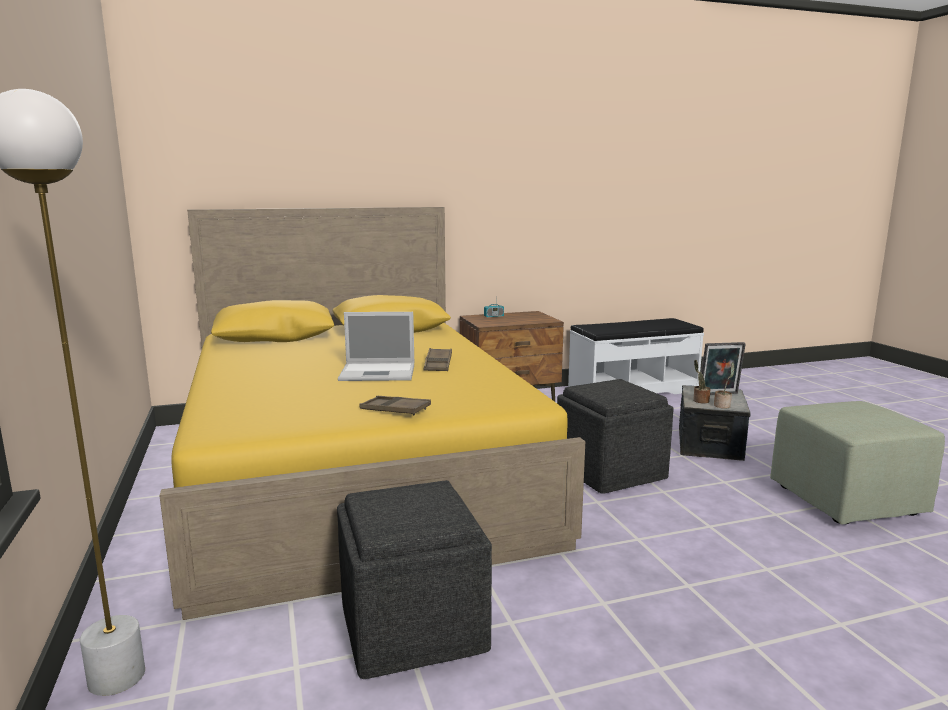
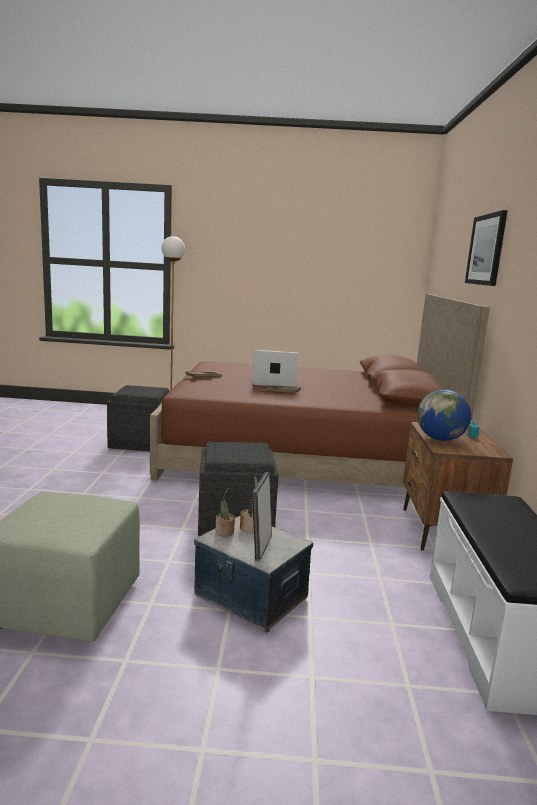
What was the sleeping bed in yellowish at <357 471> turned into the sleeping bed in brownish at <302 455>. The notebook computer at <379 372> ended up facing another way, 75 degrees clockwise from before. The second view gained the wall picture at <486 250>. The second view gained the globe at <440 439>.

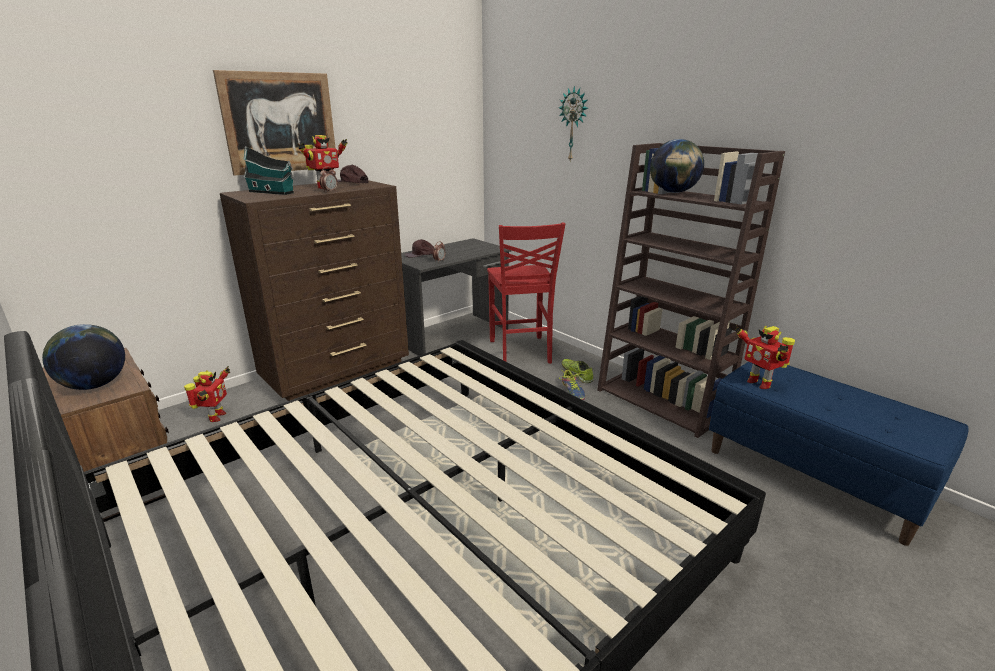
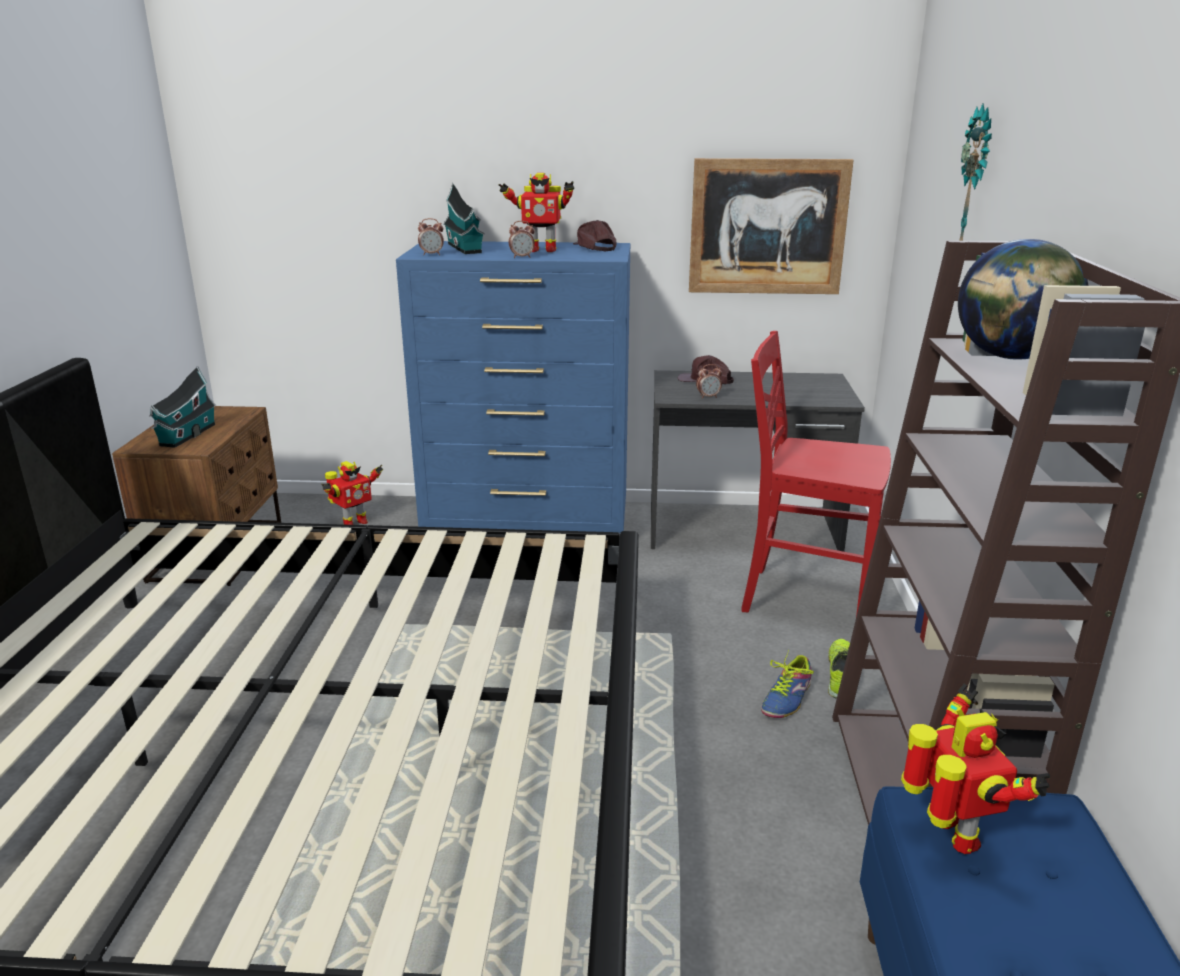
The wall picture ended up elsewhere, having gone from <280 123> to <767 227>. What was the dresser in brownish at <338 372> turned into the dresser in blue-coloured at <528 523>. The chair in red at <521 352> ended up facing another way, 75 degrees clockwise from before. Where the globe stood at <94 385>, the miniature house came to stand at <186 436>. The toy robot at <759 383> ended up facing another way, 150 degrees clockwise from before. The second view gained the bedside clock at <432 254>.

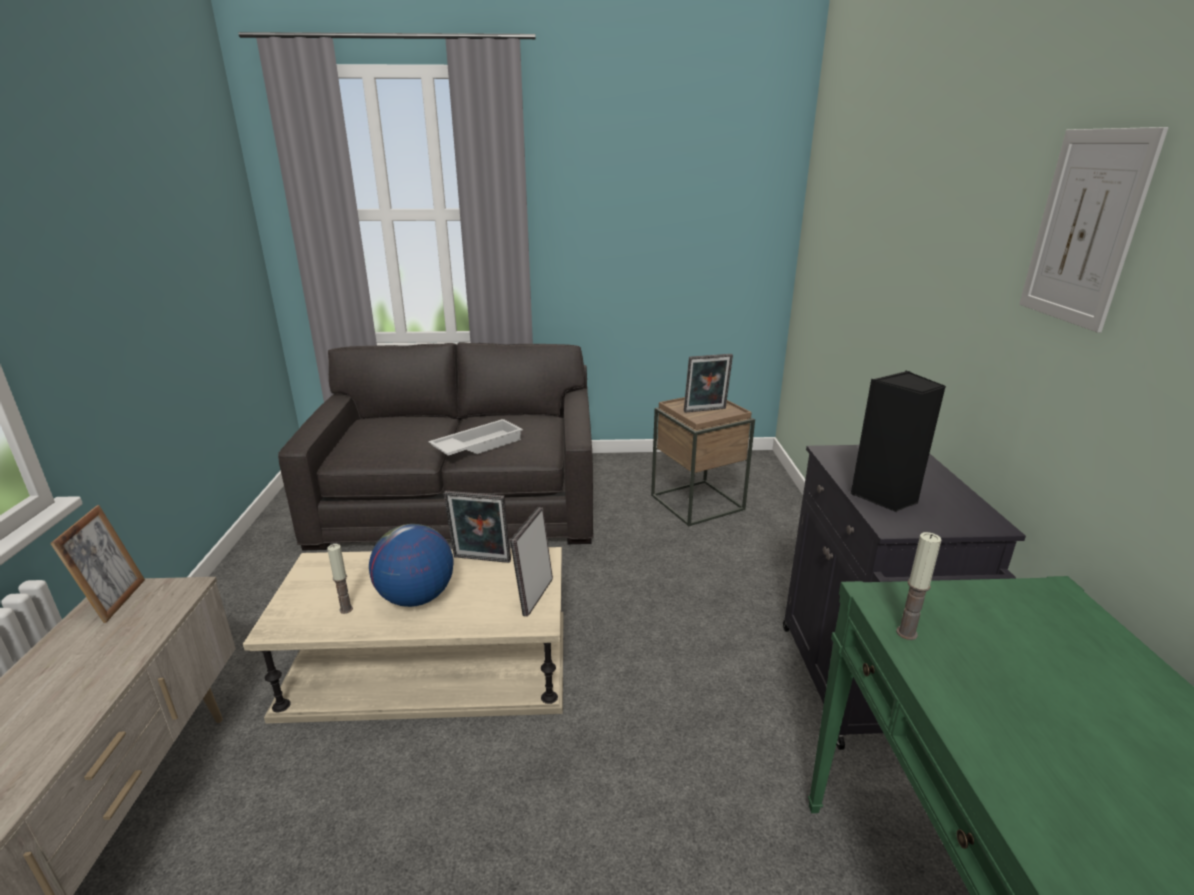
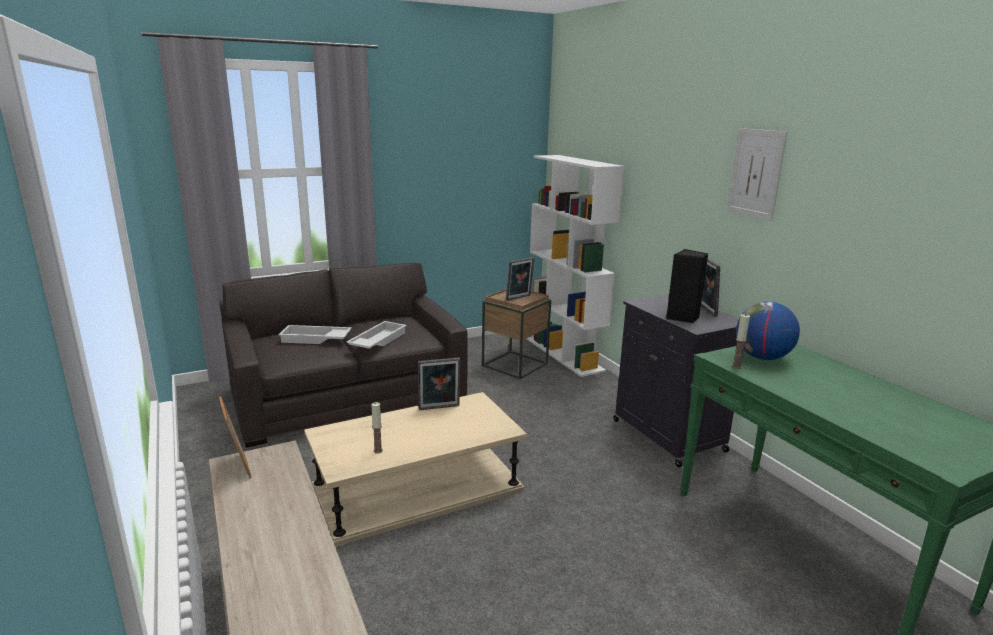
The standing frame ended up elsewhere, having gone from <534 596> to <705 310>. The globe ended up elsewhere, having gone from <416 597> to <762 357>. The second view gained the bookshelf in white at <564 354>. The second view gained the serving tray in white at <315 339>.

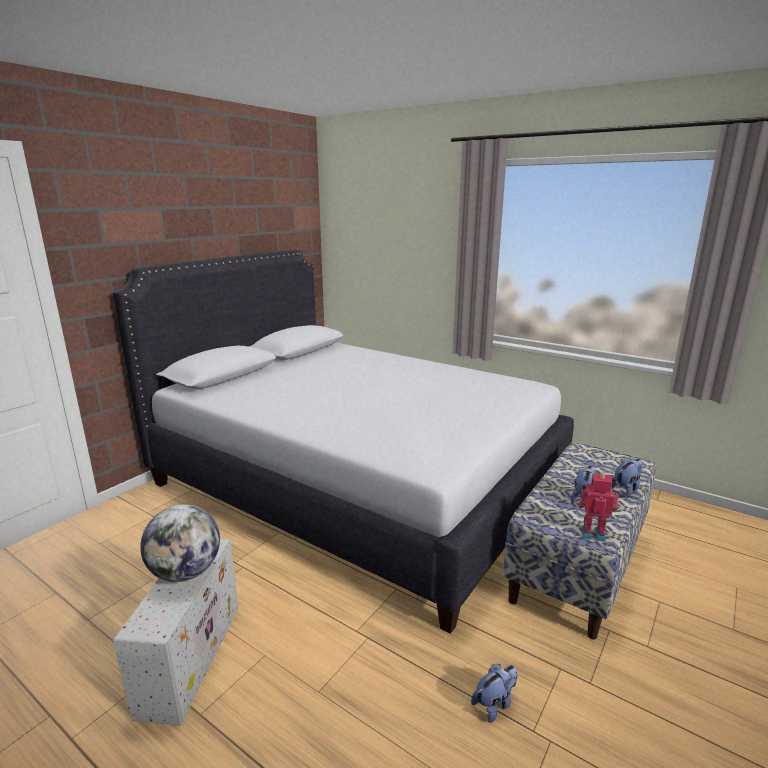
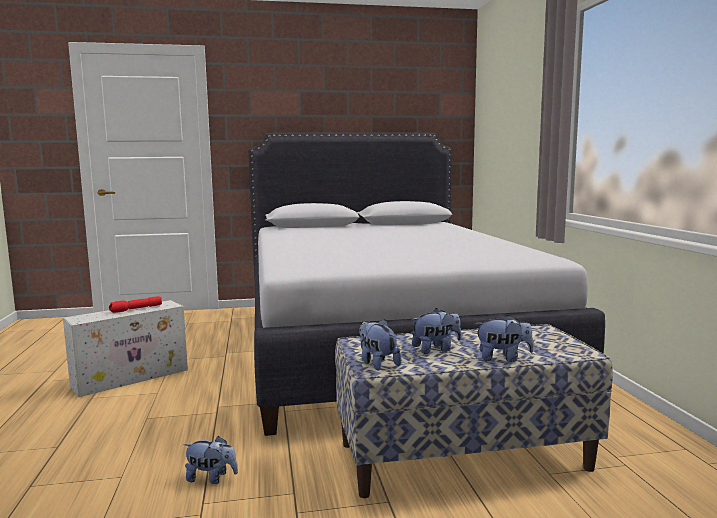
Where the toy robot stood at <592 533>, the soft toy came to stand at <377 363>. Where the globe stood at <186 572>, the hand torch in red came to stand at <136 309>.

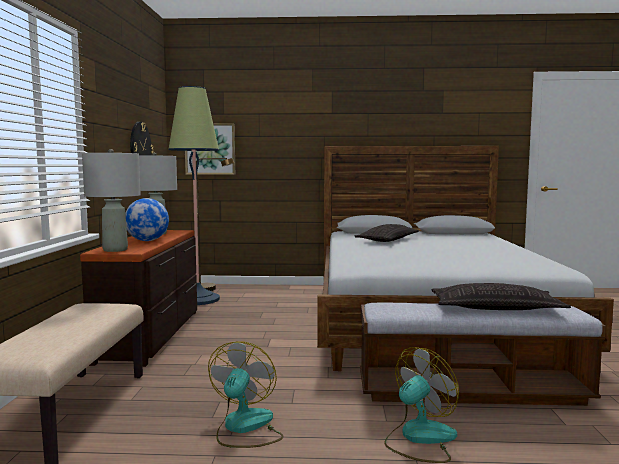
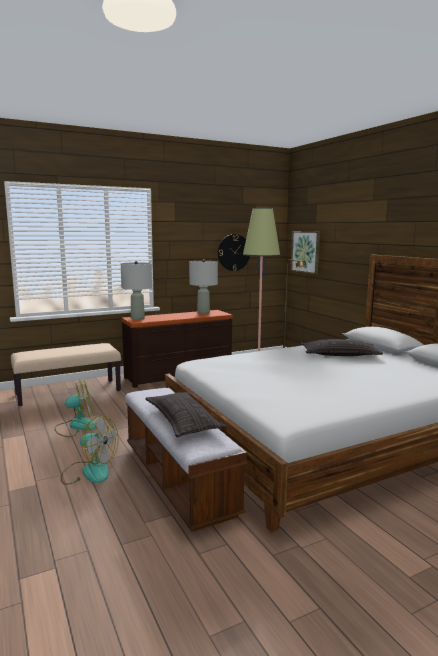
The second view lost the globe at <147 241>.

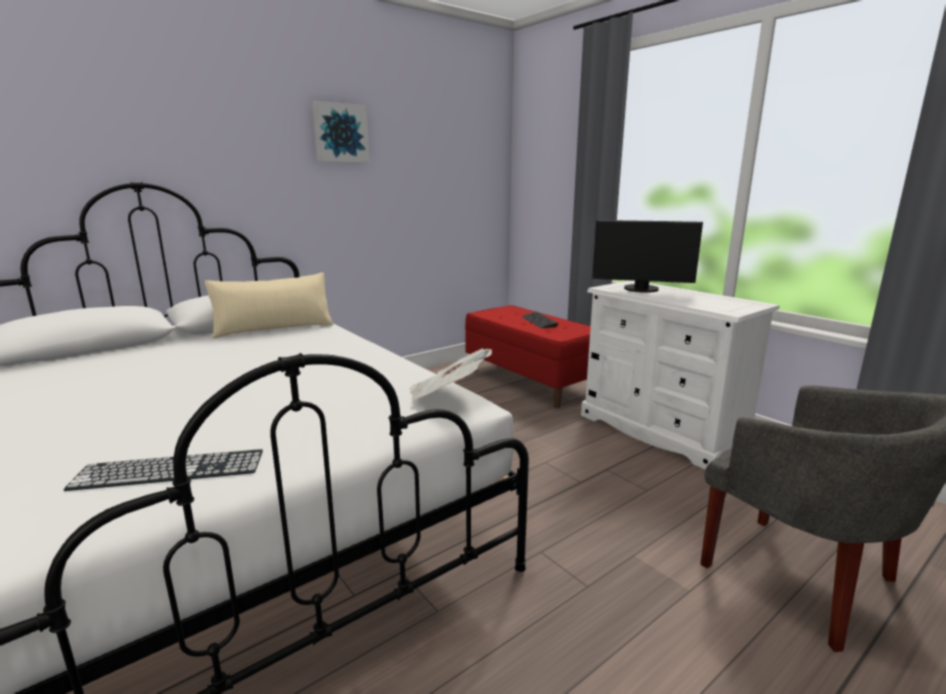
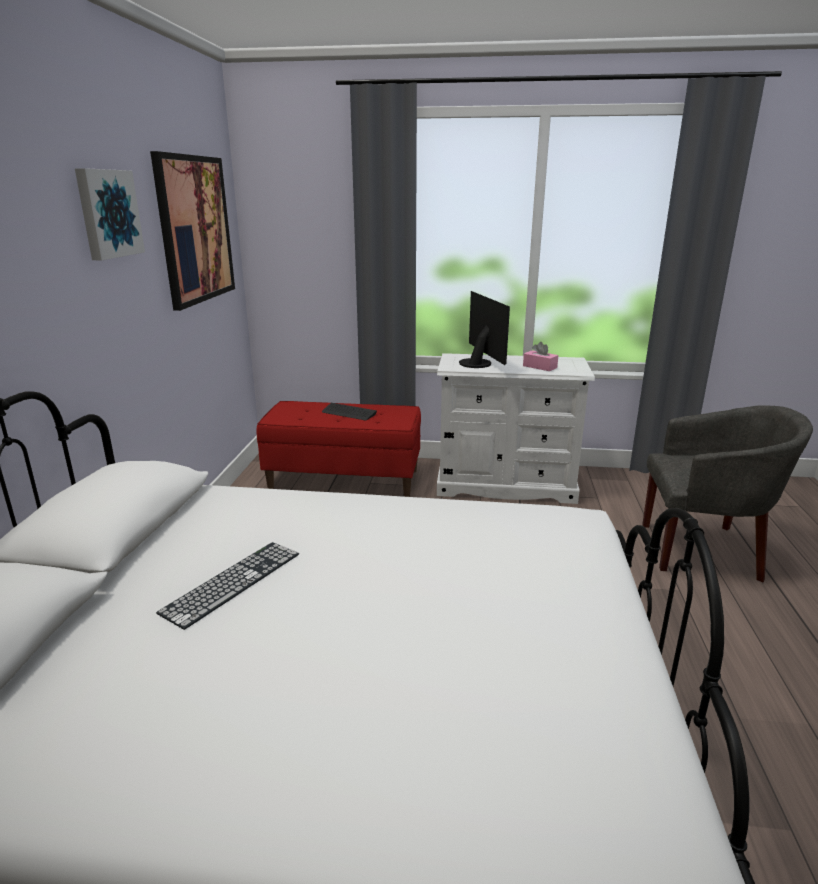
The computer display at <641 290> ended up facing another way, 75 degrees counterclockwise from before. The second view lost the throw pillow in beige-coloured at <274 328>. The second view lost the daily paper at <447 395>. The PC keyboard ended up elsewhere, having gone from <170 469> to <233 582>. The second view gained the wall picture at <195 229>. The second view gained the tissue holder in pink at <539 367>.

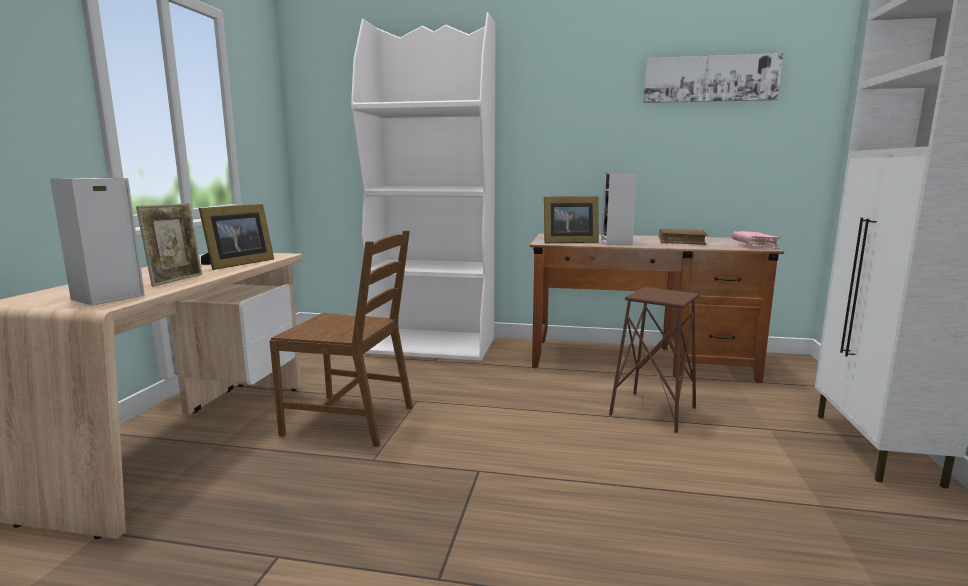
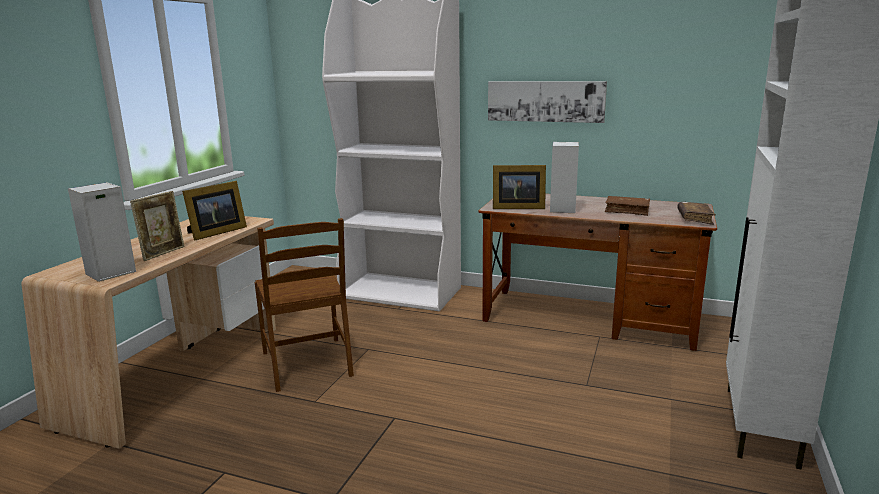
The wall picture ended up elsewhere, having gone from <710 79> to <545 101>. The chair in brownish at <351 420> ended up facing another way, 45 degrees clockwise from before. What was the volume in pink at <754 246> turned into the volume in brownish at <694 219>. The second view lost the stool seat in brownish at <653 411>.

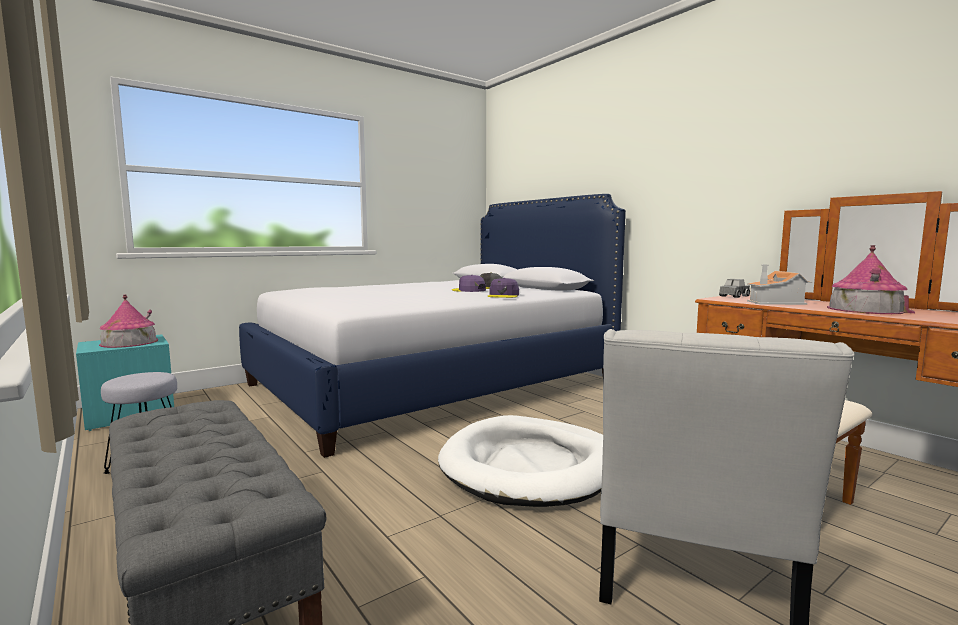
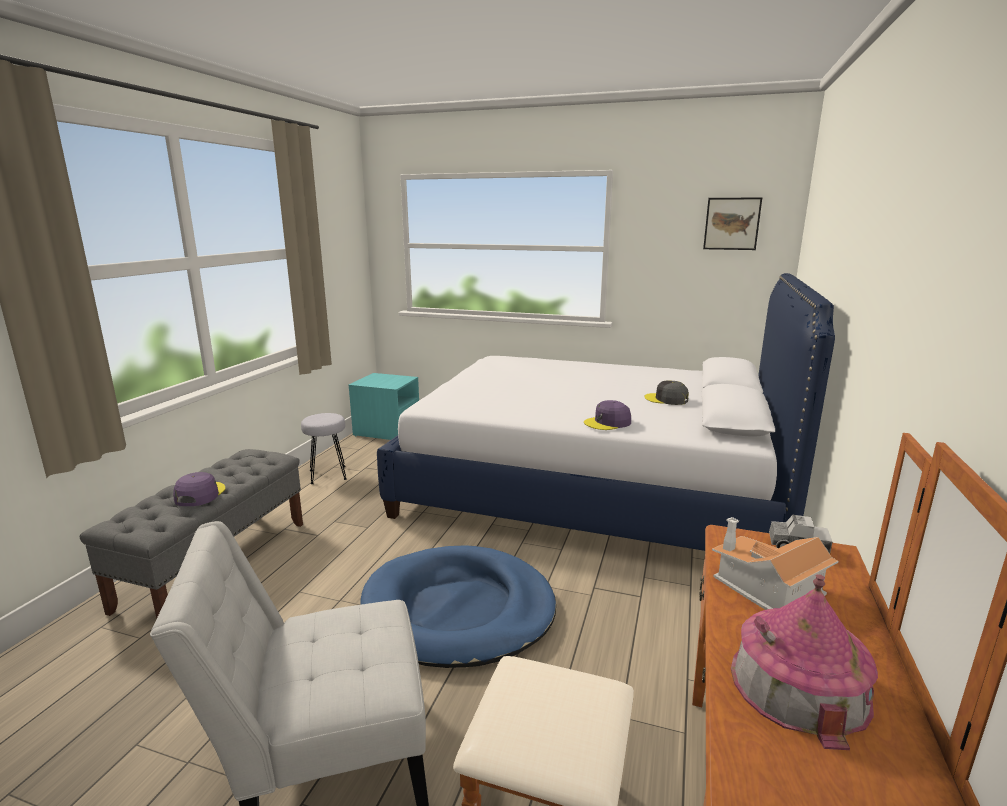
The baseball cap in purplish ended up elsewhere, having gone from <468 290> to <200 495>. The second view lost the miniature house at <129 342>. What was the dog cushion in white at <530 466> turned into the dog cushion in blue-coloured at <458 610>. The second view gained the wall picture at <732 223>.

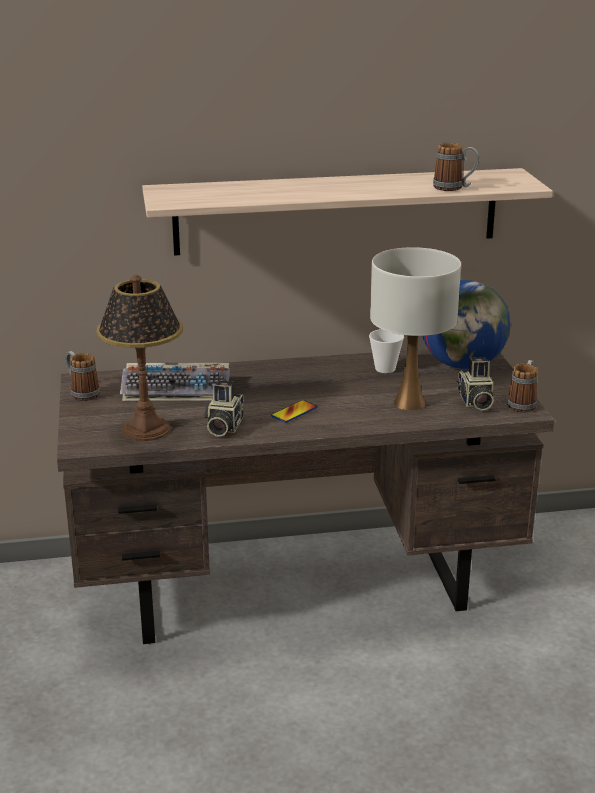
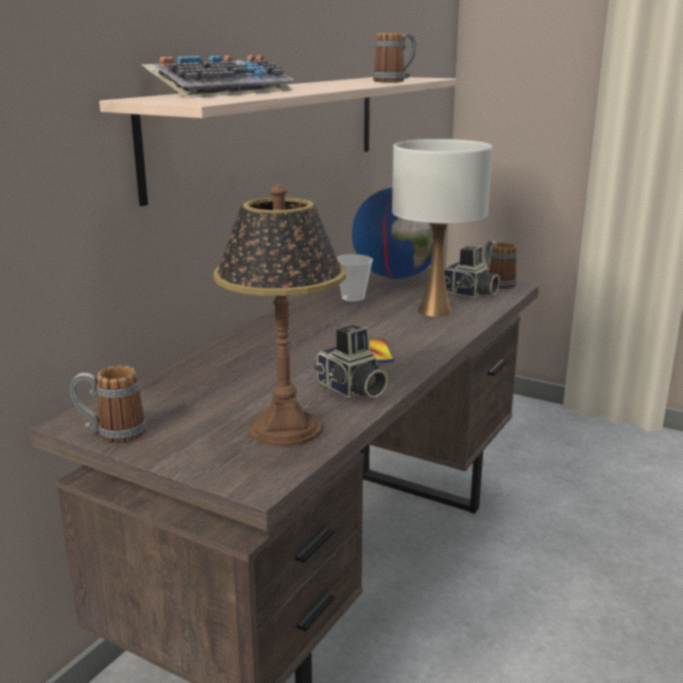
The PC keyboard ended up elsewhere, having gone from <178 390> to <222 92>.

